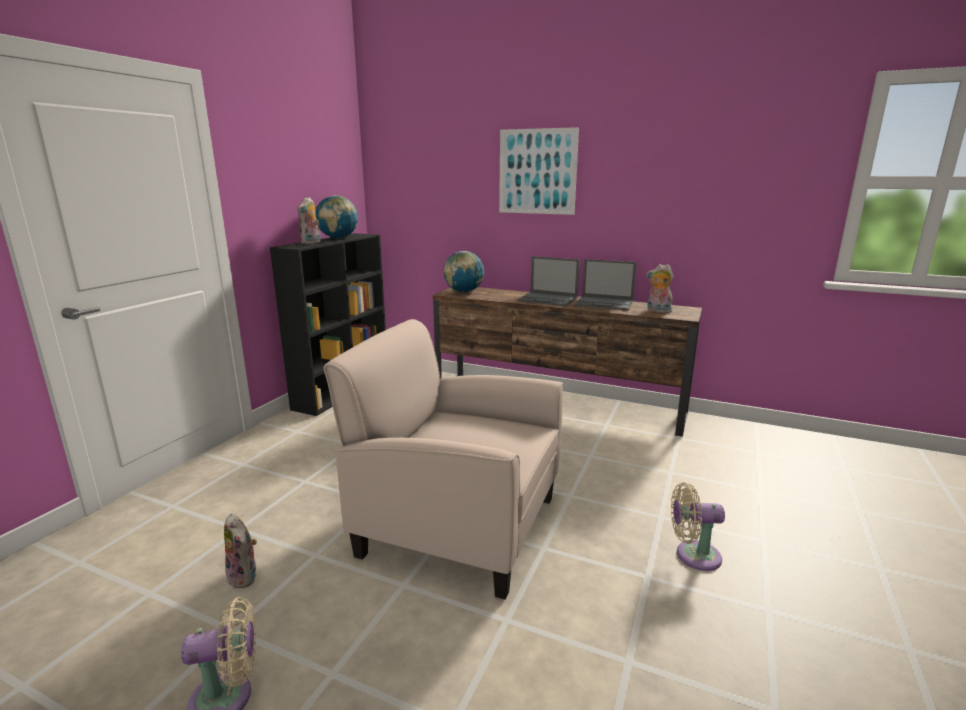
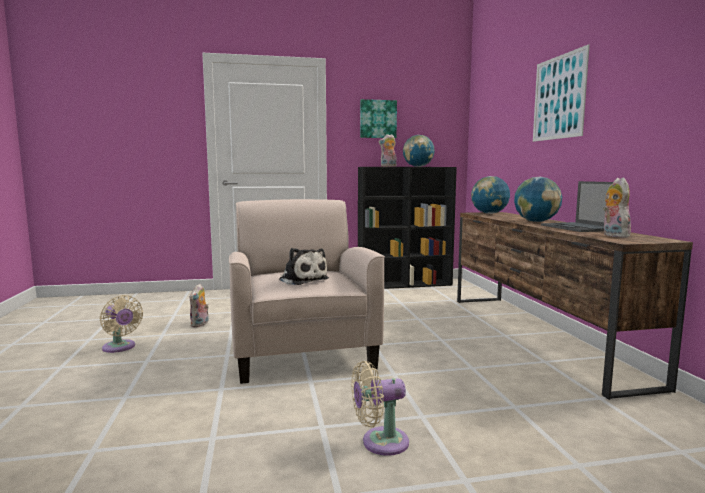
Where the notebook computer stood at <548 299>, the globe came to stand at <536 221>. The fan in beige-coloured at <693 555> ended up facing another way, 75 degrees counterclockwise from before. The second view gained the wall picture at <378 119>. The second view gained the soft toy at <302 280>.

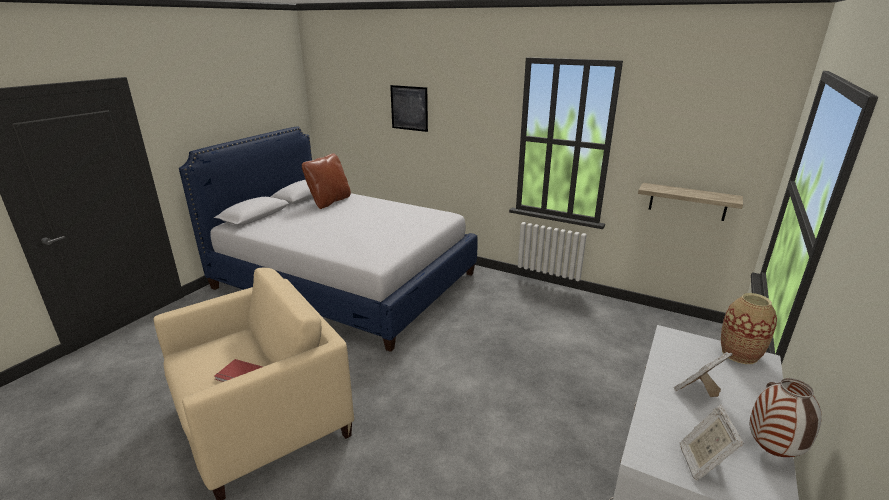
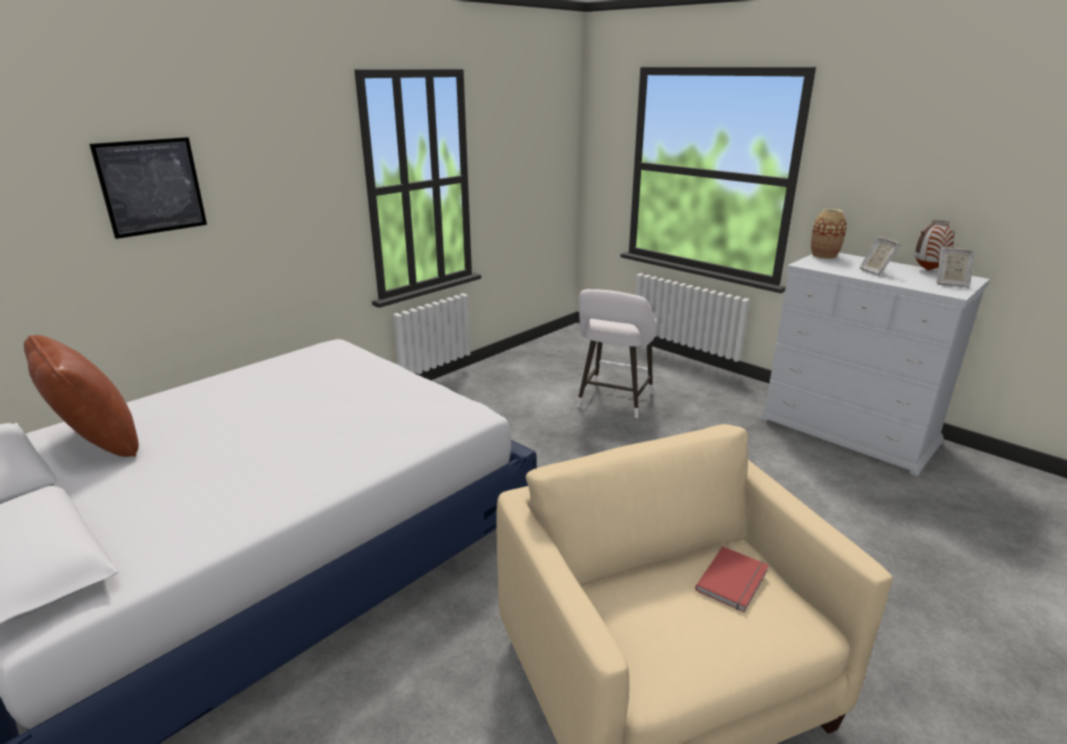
The second view lost the shelf at <687 202>. The second view gained the stool seat in white at <613 402>.

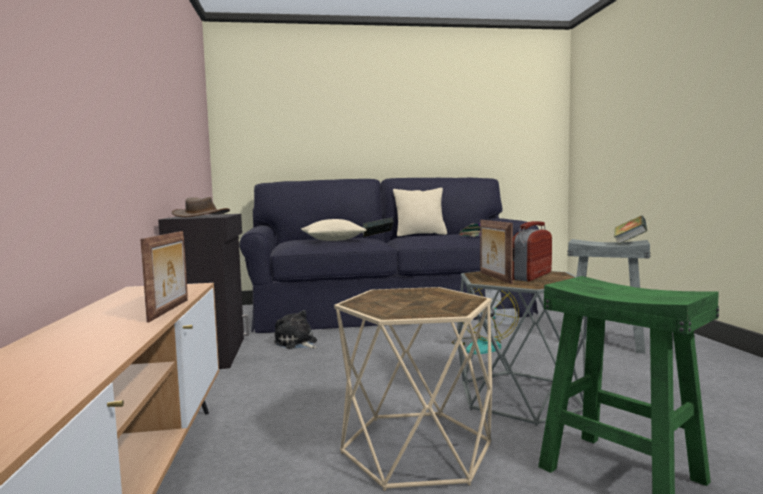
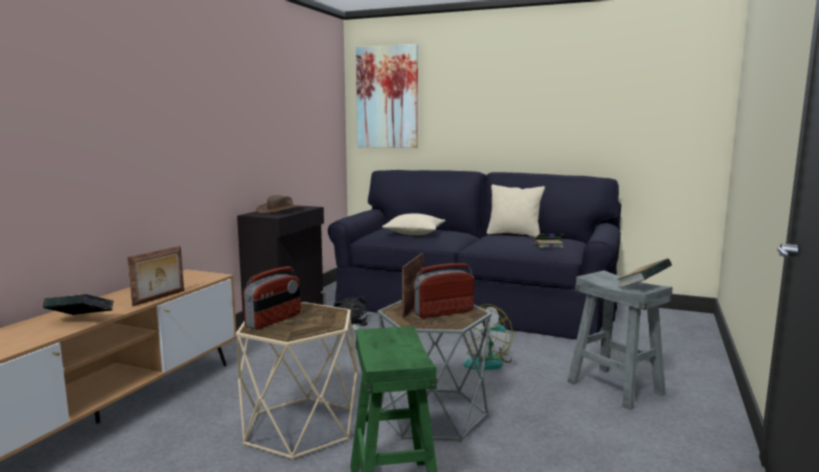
The volume ended up elsewhere, having gone from <377 237> to <81 321>. The second view gained the wall picture at <387 97>. The second view gained the radio receiver at <274 320>.

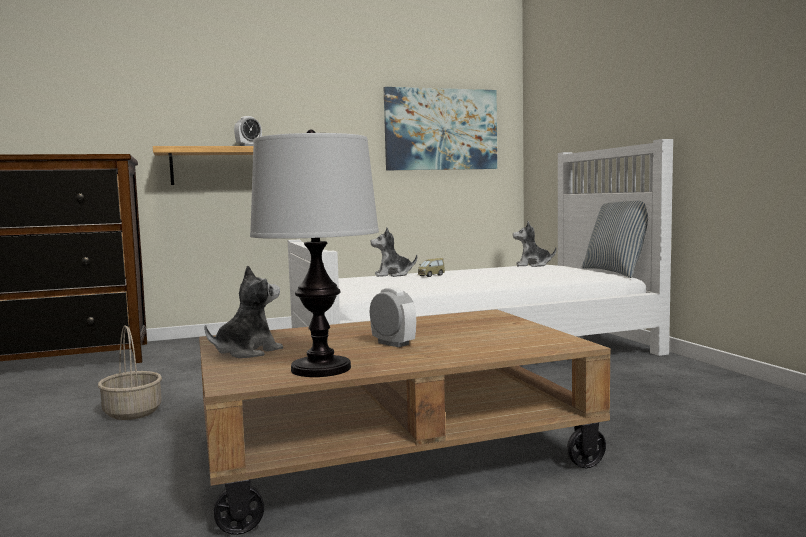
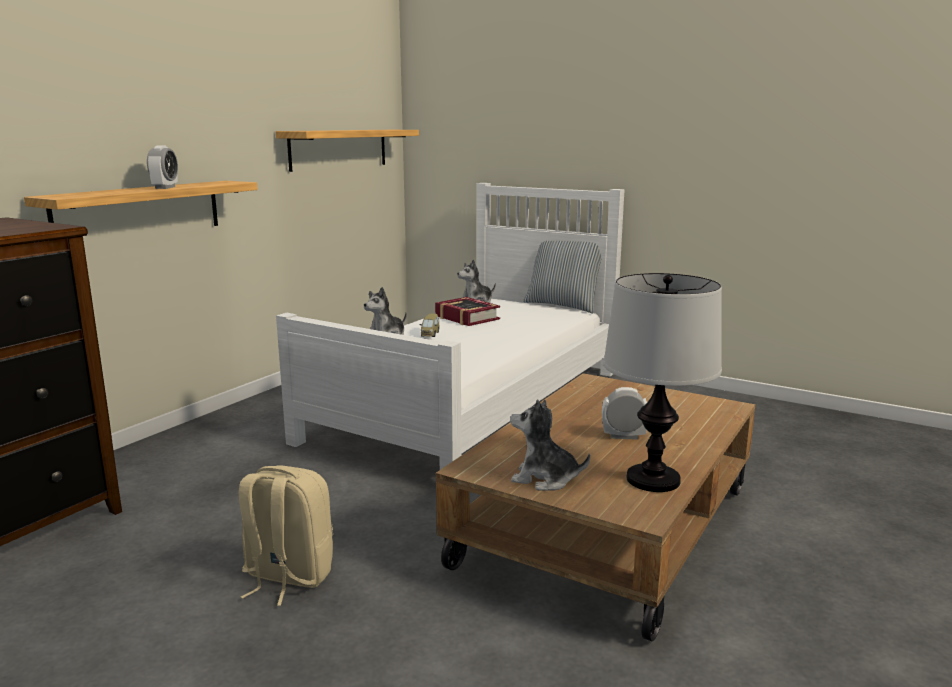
Where the wall picture hung at <441 129>, the shelf came to hang at <339 149>. The soft toy at <247 352> ended up facing another way, 75 degrees counterclockwise from before. Where the basket stood at <132 412>, the rucksack in beige-coloured came to stand at <287 577>. The second view gained the volume at <466 318>.

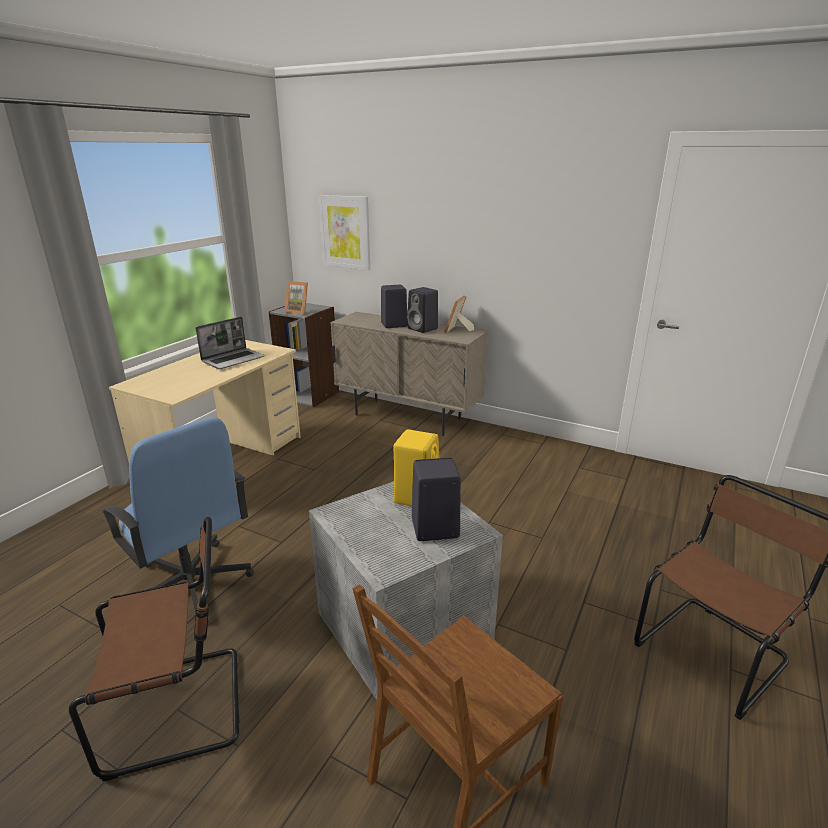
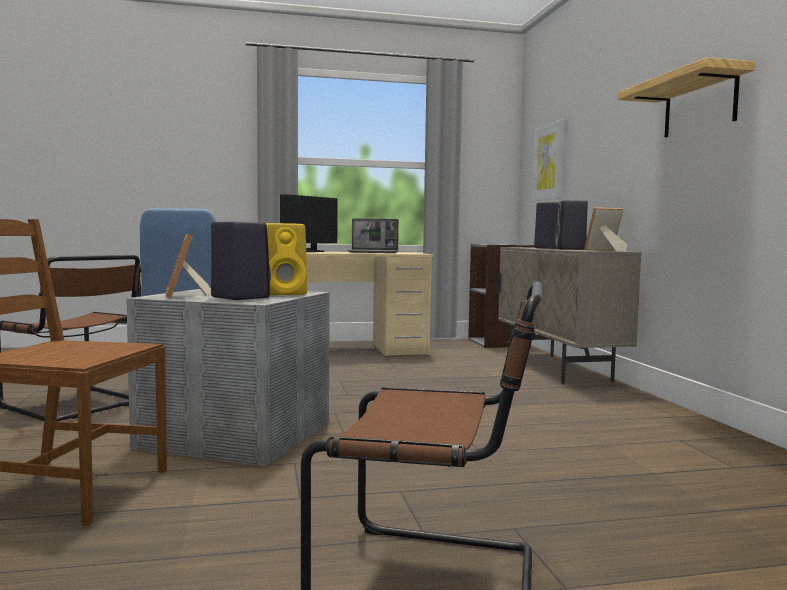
The standing frame ended up elsewhere, having gone from <298 311> to <185 296>. The second view gained the shelf at <699 104>. The second view gained the computer display at <308 251>.

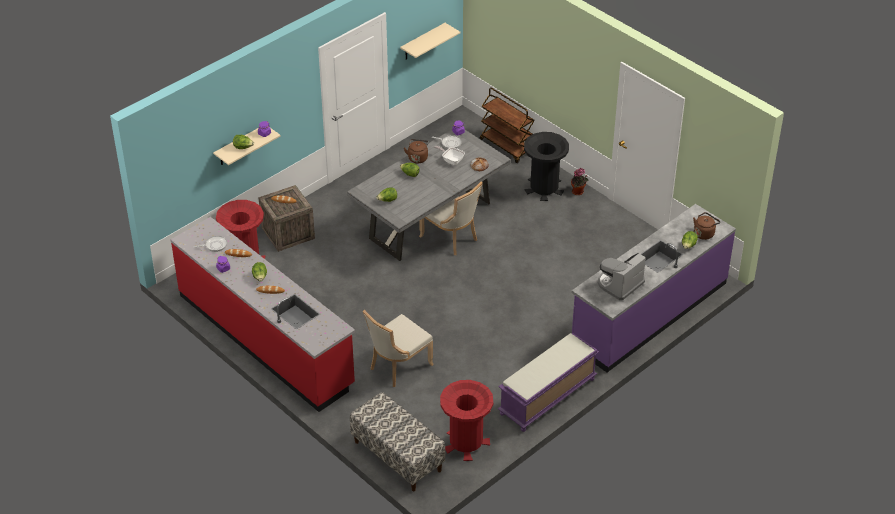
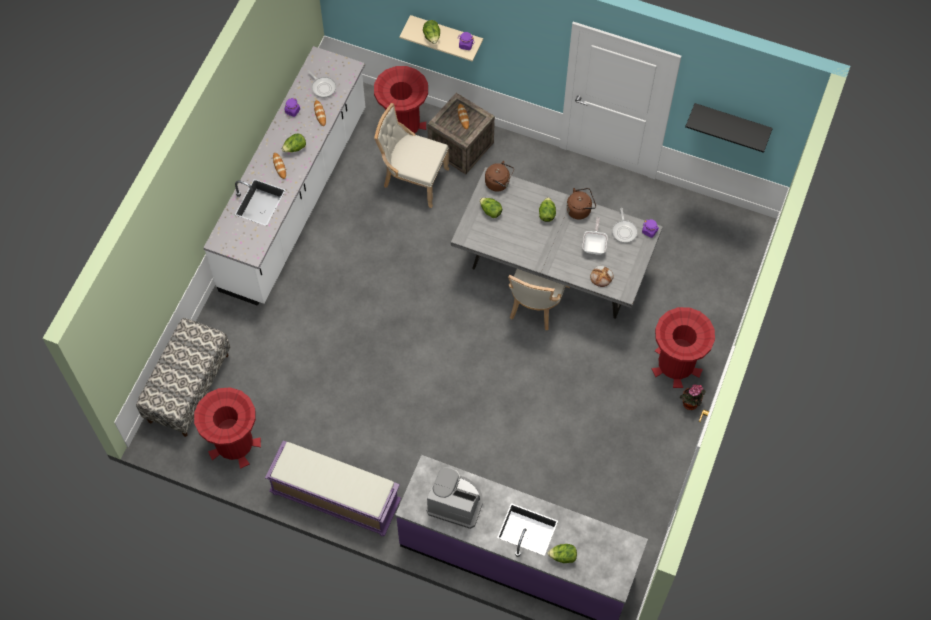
What was the shelf in beige-coloured at <422 42> turned into the shelf in black at <731 122>. The second view lost the trolley in brownish at <507 147>. What was the trash can in black at <544 188> turned into the trash can in red at <676 364>. The water kettle in brownish ended up elsewhere, having gone from <704 233> to <499 183>. What was the kitchen counter in red at <266 339> turned into the kitchen counter in white at <295 200>. The chair in beige-coloured ended up elsewhere, having gone from <398 366> to <413 179>.

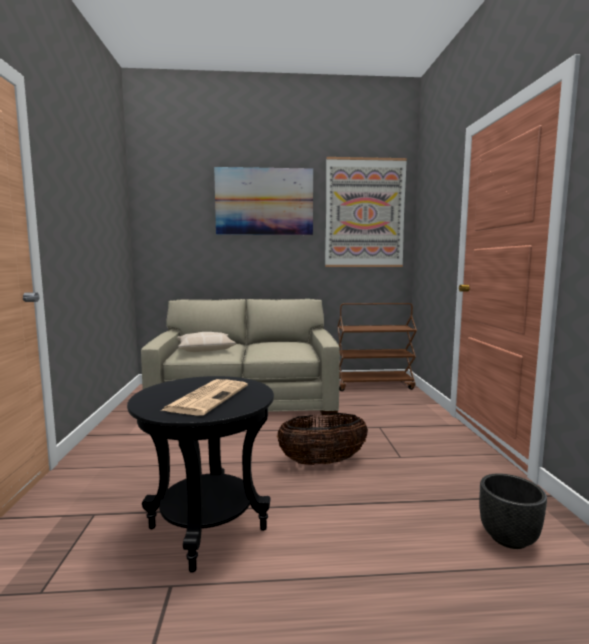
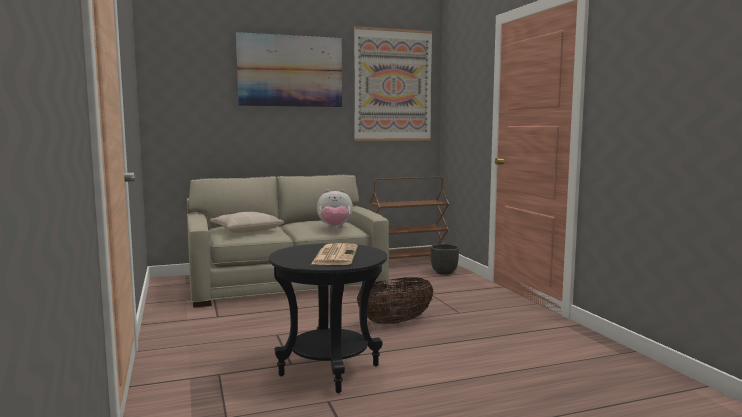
The flower pot in black ended up elsewhere, having gone from <509 538> to <444 272>. The second view gained the soft toy at <335 228>.

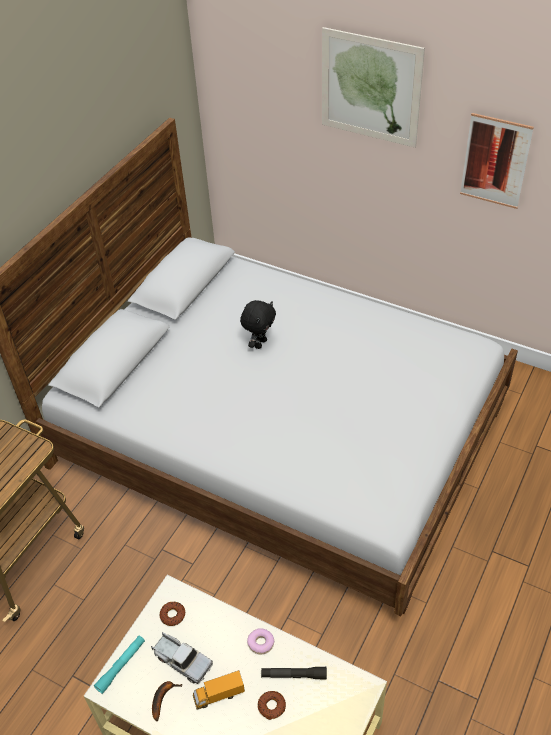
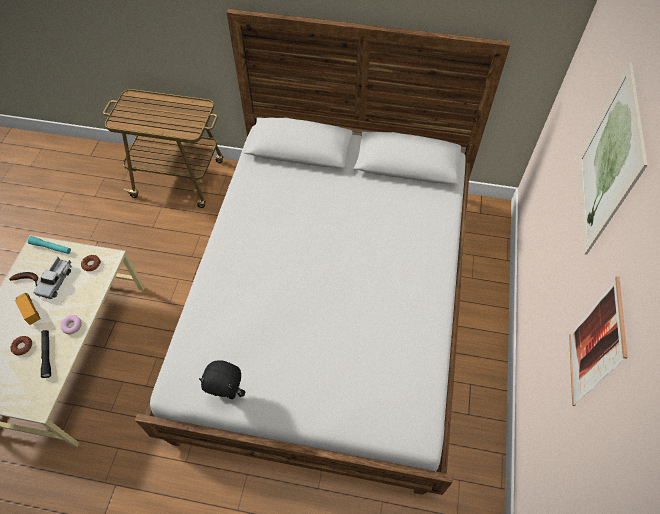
The soft toy in black ended up elsewhere, having gone from <260 343> to <227 393>.

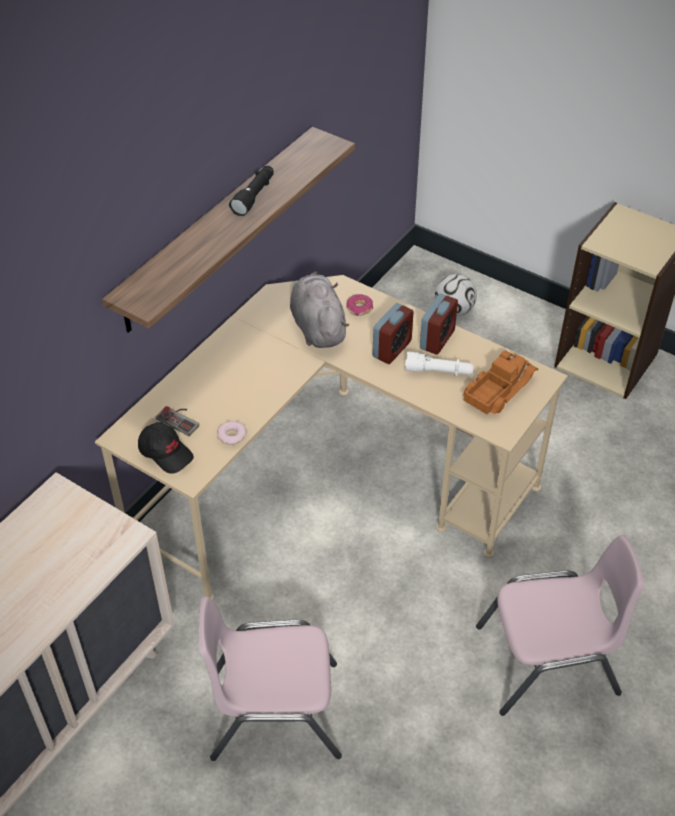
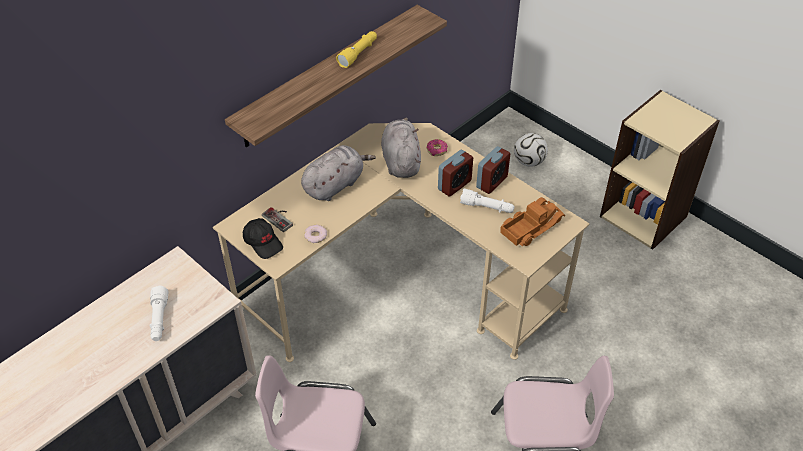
What was the hand torch in black at <254 196> turned into the hand torch in yellowish at <358 54>. The second view gained the soft toy in grey at <335 185>. The second view gained the hand torch in white at <159 319>.

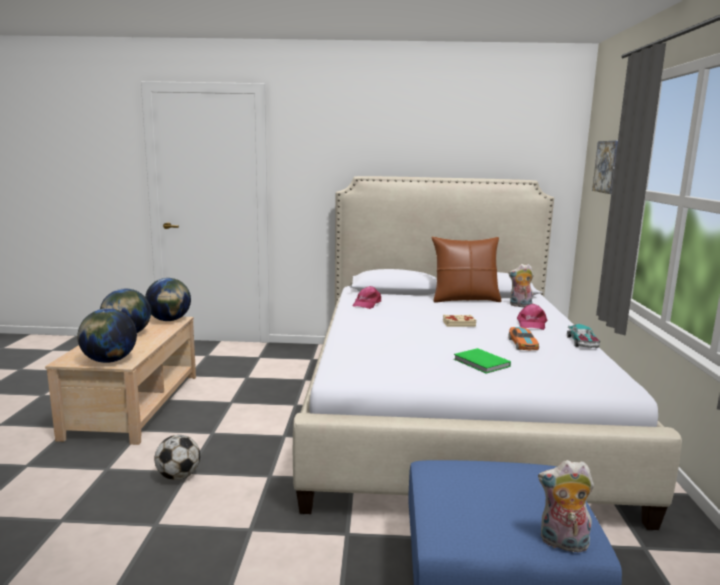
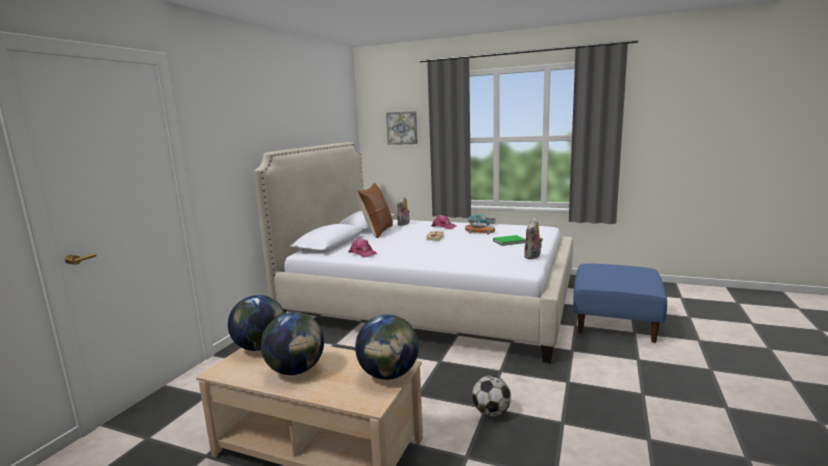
The soft toy ended up elsewhere, having gone from <562 543> to <533 257>.

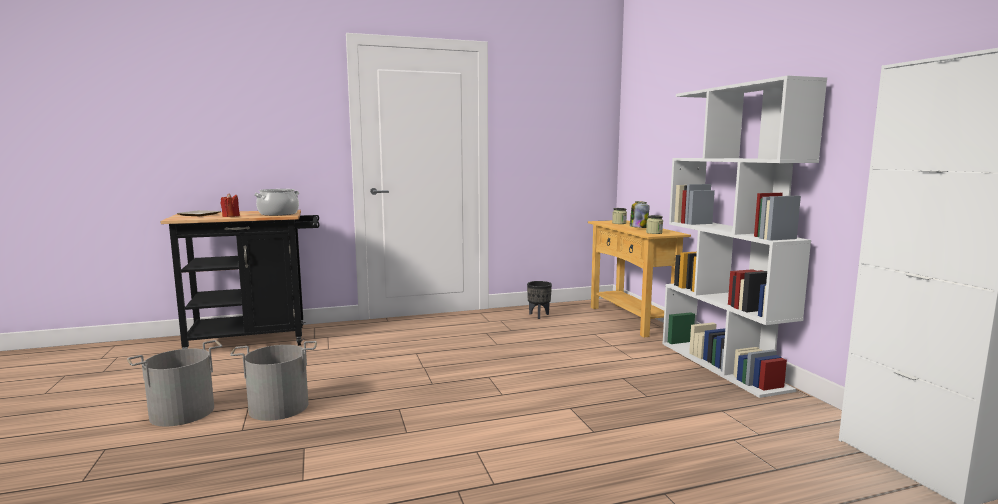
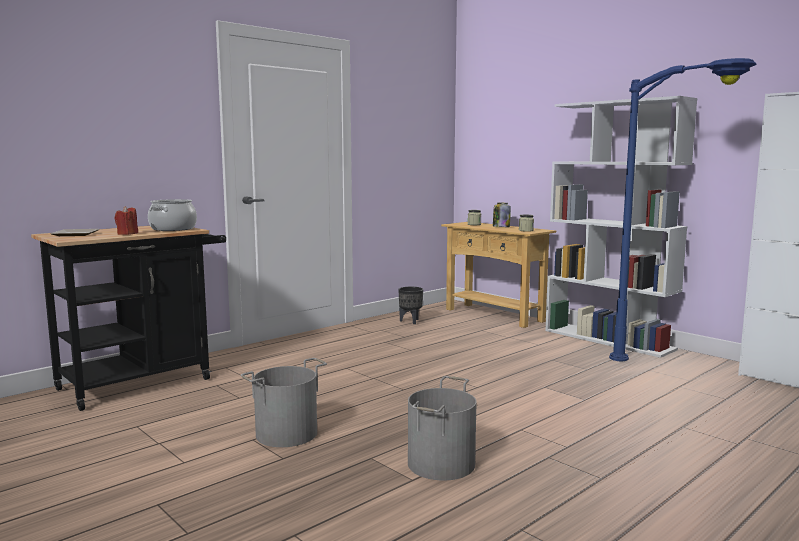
The water bucket in grey ended up elsewhere, having gone from <182 413> to <442 464>. The second view gained the standing lamp in blue-coloured at <678 372>.

